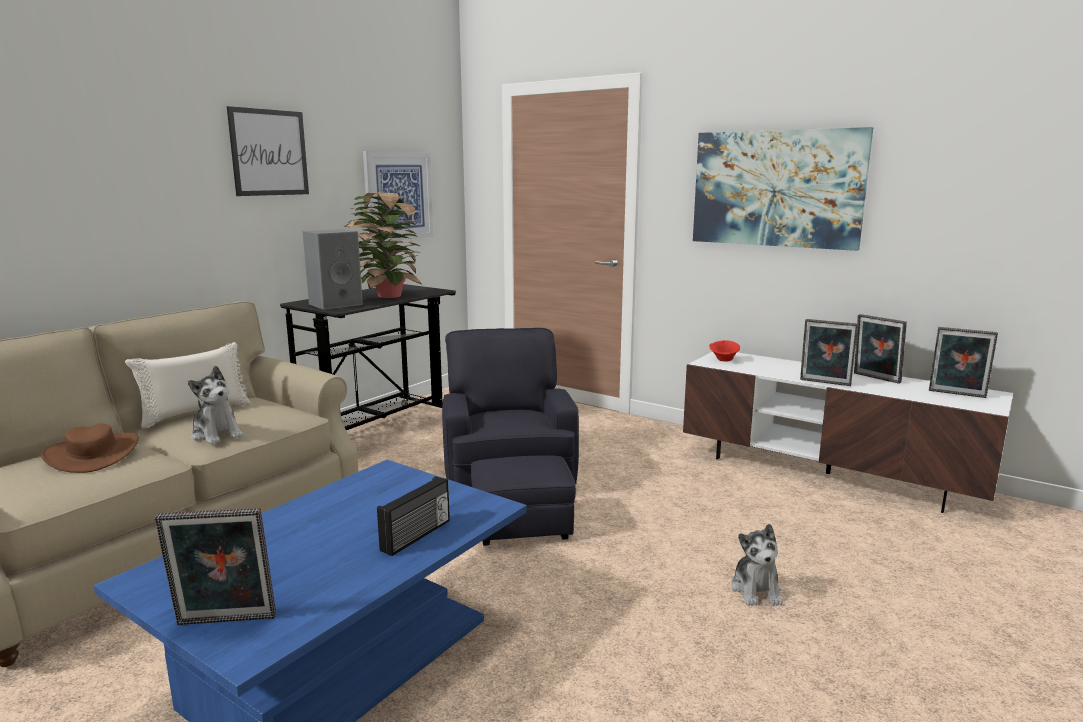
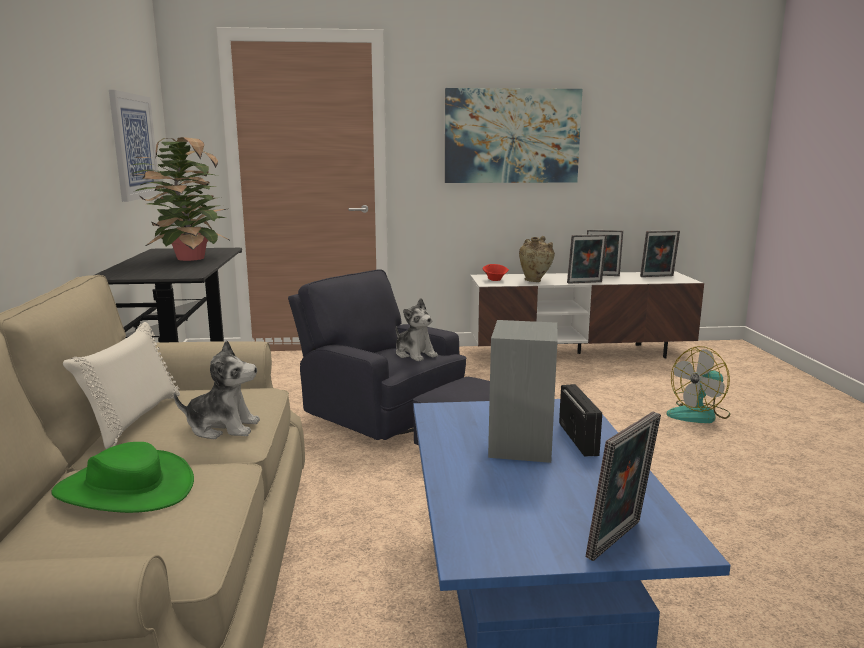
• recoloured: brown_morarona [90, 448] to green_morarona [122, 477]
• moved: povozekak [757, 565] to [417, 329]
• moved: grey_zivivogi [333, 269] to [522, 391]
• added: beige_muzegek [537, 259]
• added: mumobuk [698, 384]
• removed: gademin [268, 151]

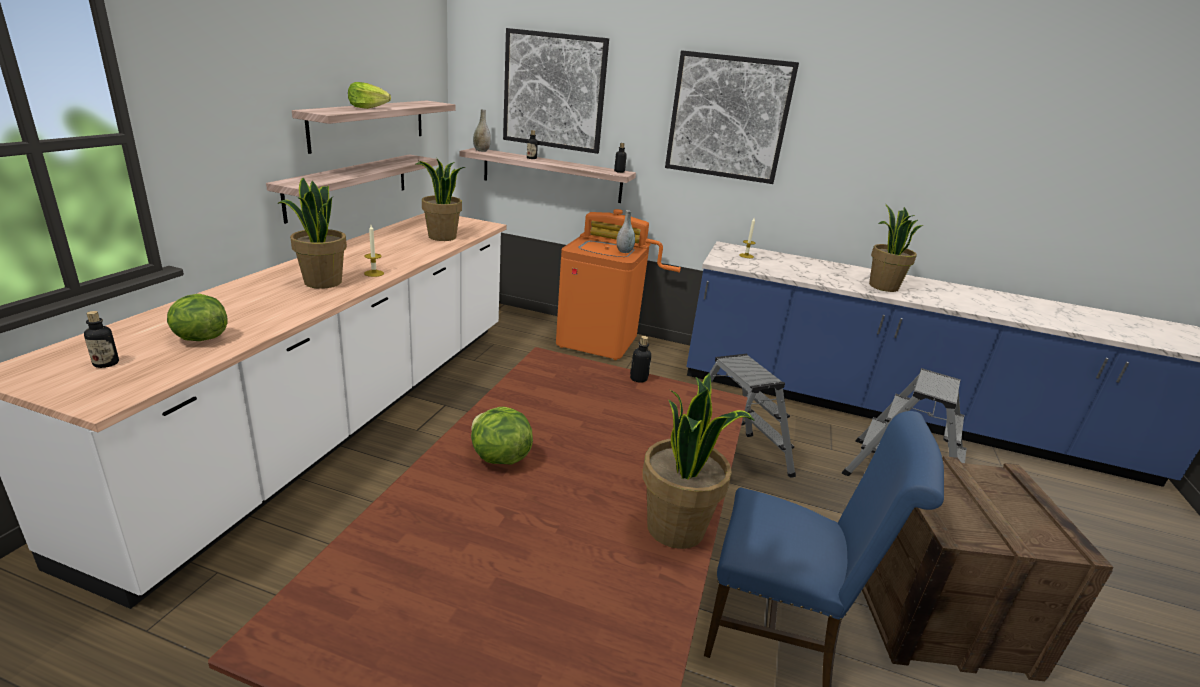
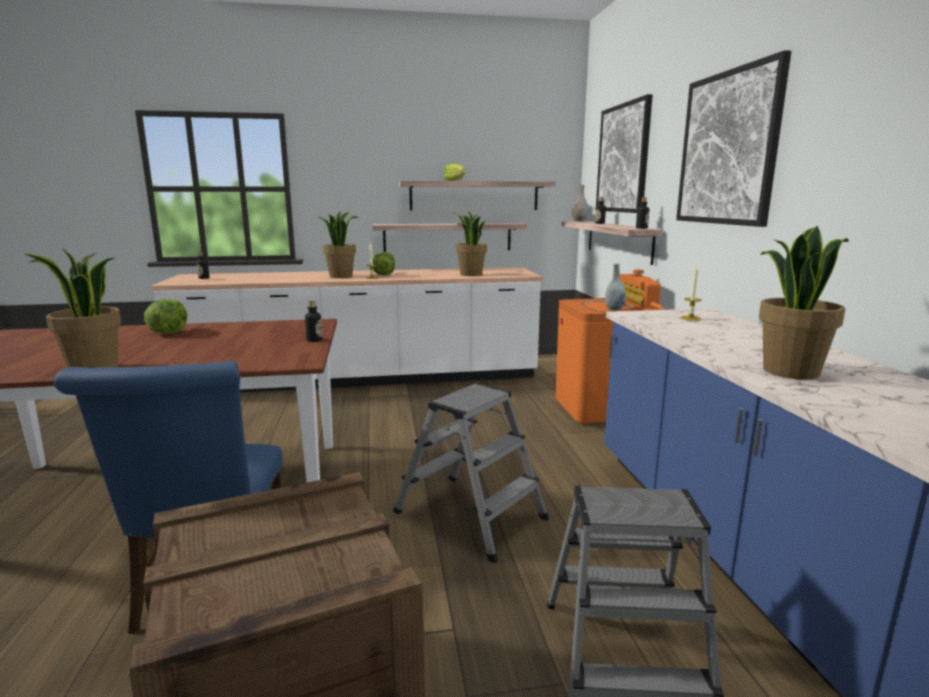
• moved: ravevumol [197, 317] to [384, 263]

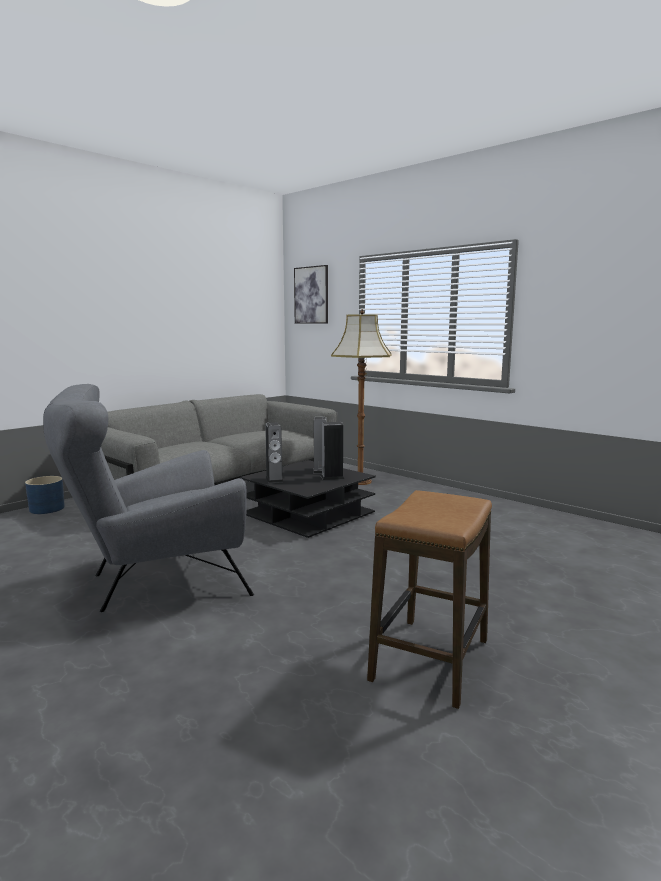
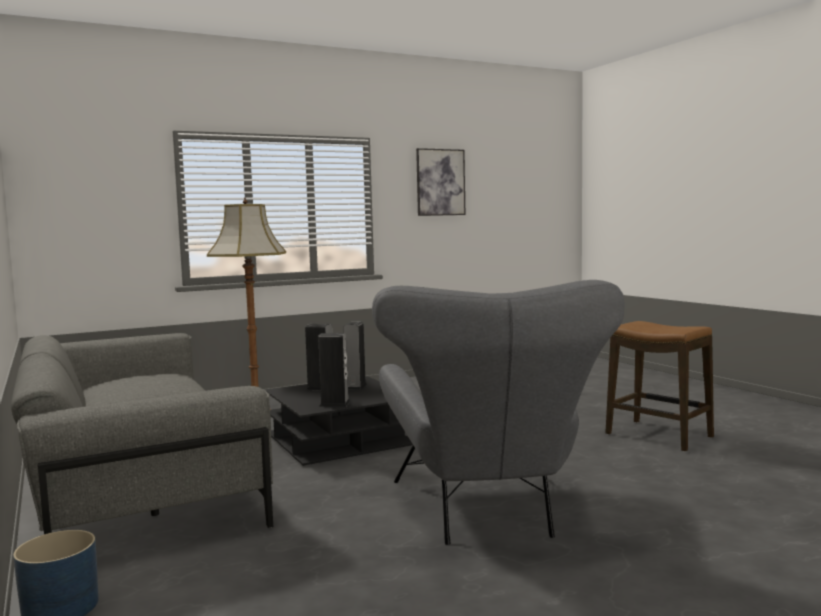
• moved: gademin [311, 294] to [440, 182]

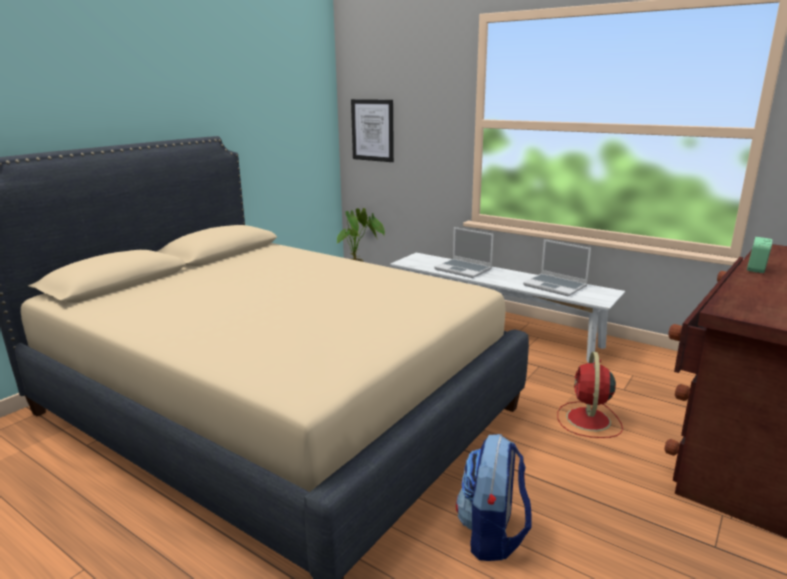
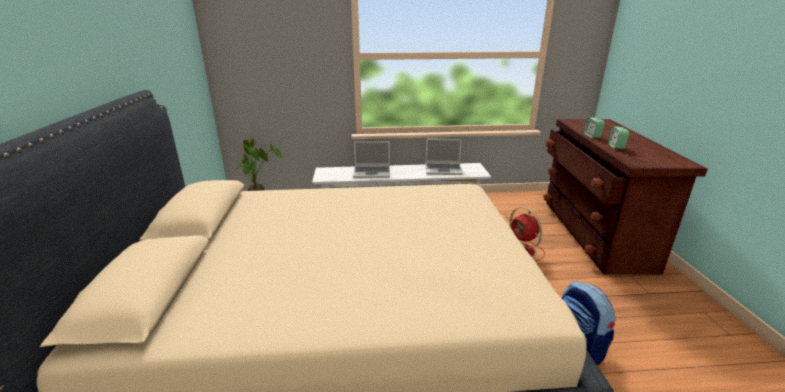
• added: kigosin [618, 137]
• removed: gademin [372, 130]

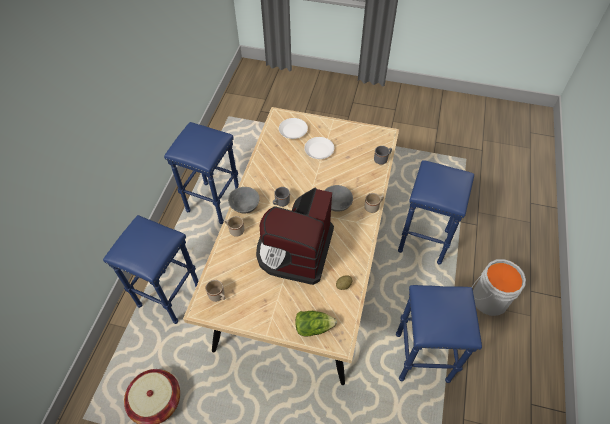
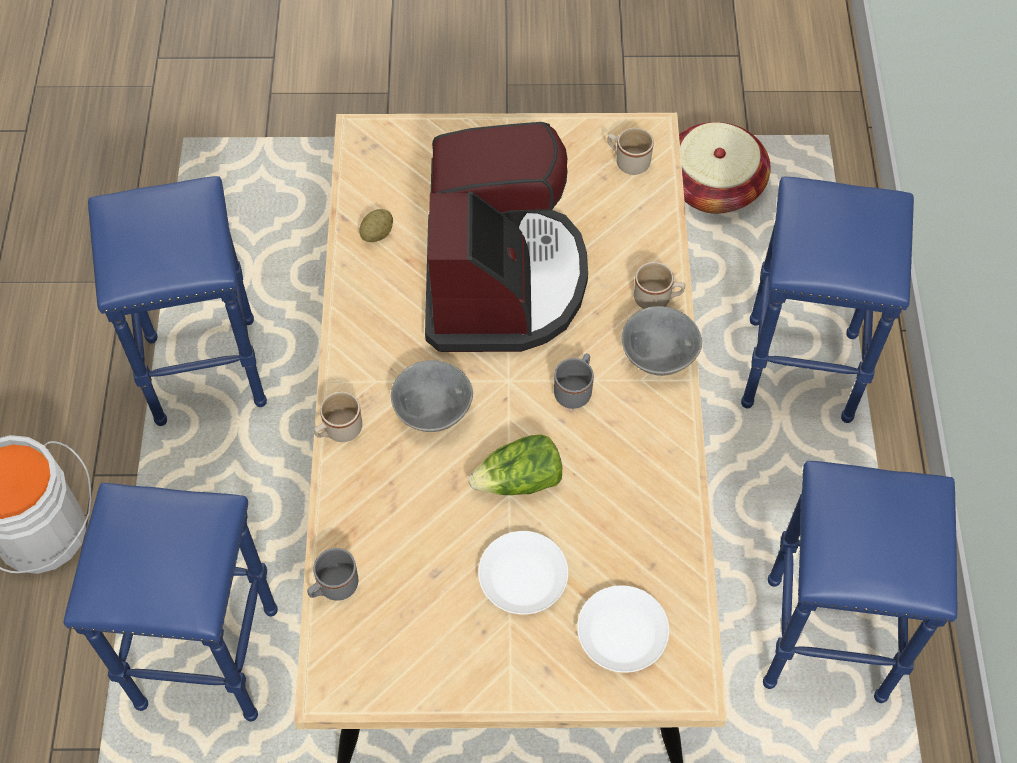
• moved: ravevumol [316, 324] to [515, 465]

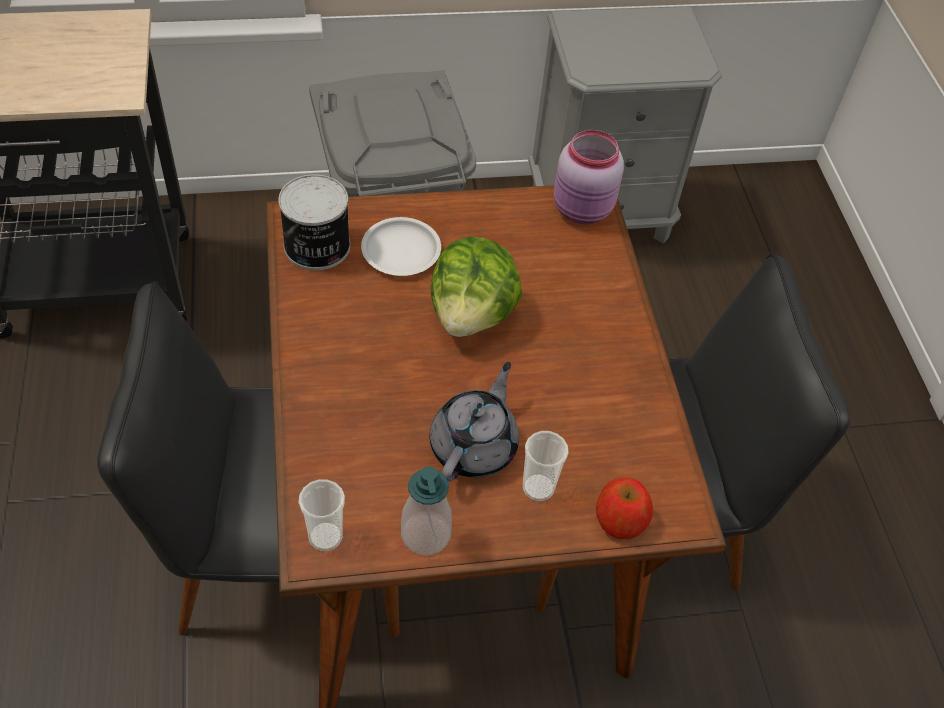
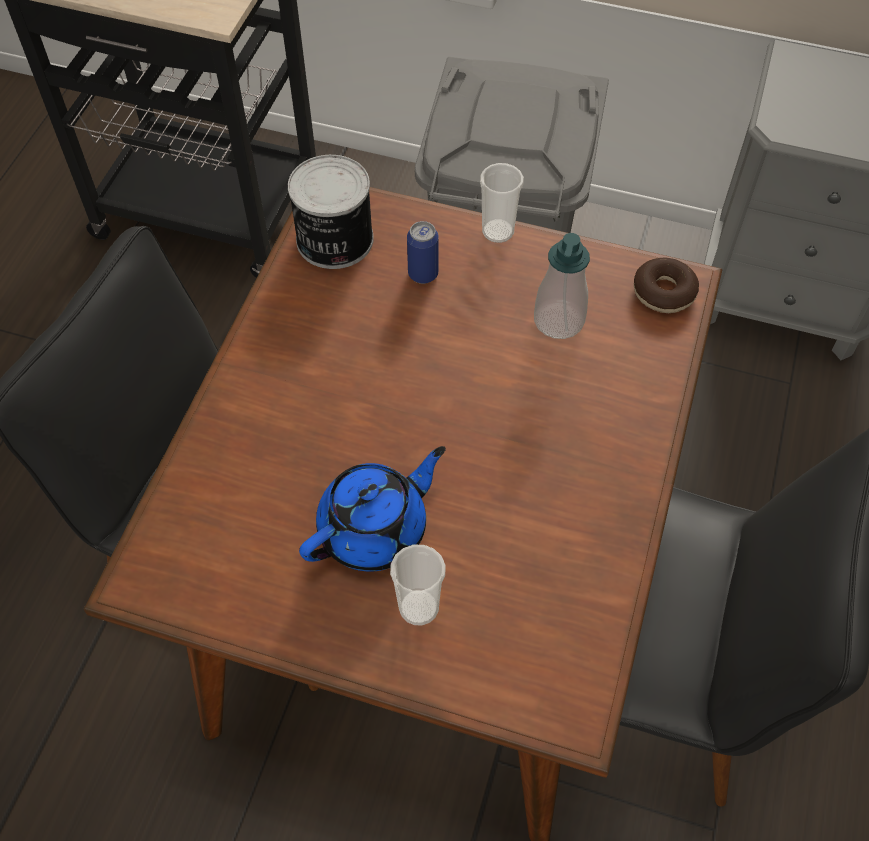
• recoloured: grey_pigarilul [474, 422] to blue_pigarilul [372, 509]
• replaced: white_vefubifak [401, 246] to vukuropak [423, 252]
• moved: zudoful [321, 515] to [502, 203]
• moved: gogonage [426, 510] to [562, 286]
• replaced: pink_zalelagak [589, 177] to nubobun [666, 285]
• removed: ravevumol [476, 287]
• removed: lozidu [624, 508]

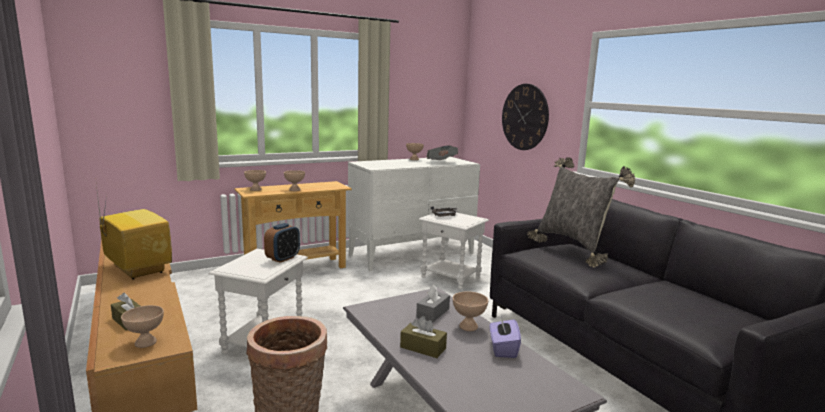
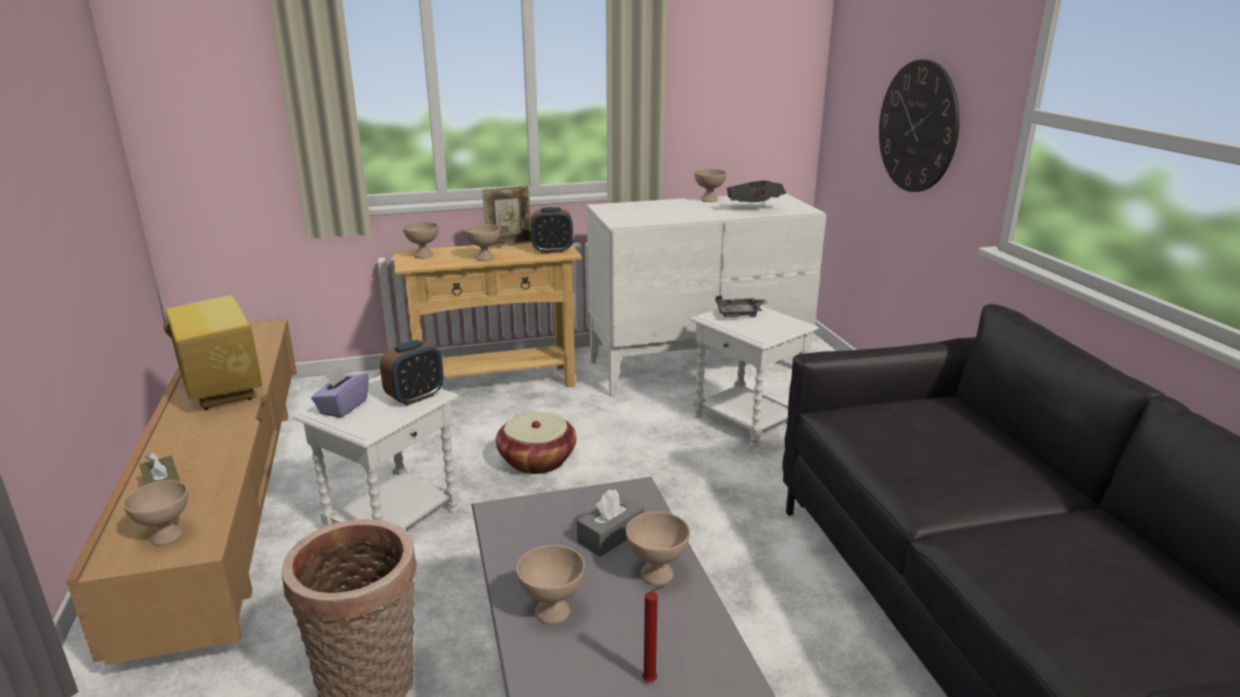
• moved: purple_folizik [505, 337] to [340, 392]
• added: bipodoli [507, 216]
• added: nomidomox [536, 443]
• replaced: brown_folizik [423, 337] to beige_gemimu [550, 585]
• added: kigosin [552, 230]
• added: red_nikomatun [653, 634]
• removed: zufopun [581, 212]

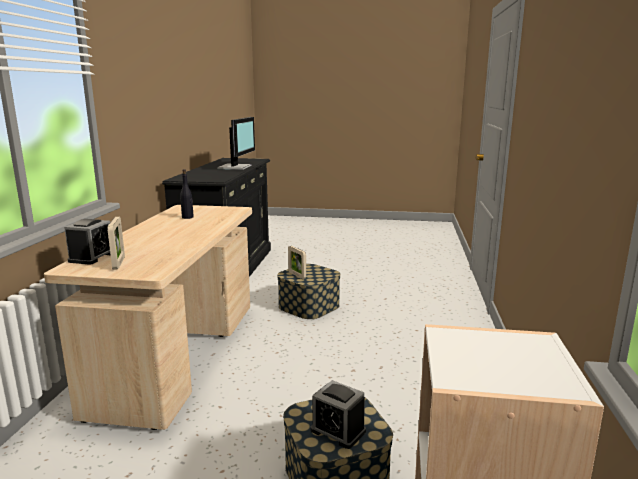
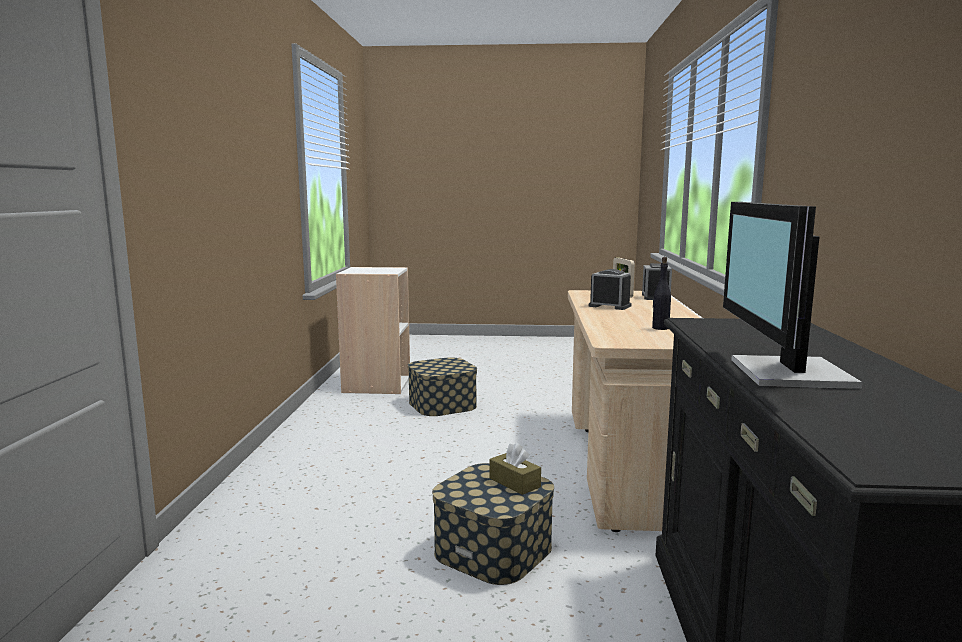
• replaced: bipodoli [297, 262] to brown_folizik [515, 469]
• moved: kigosin [338, 414] to [610, 289]

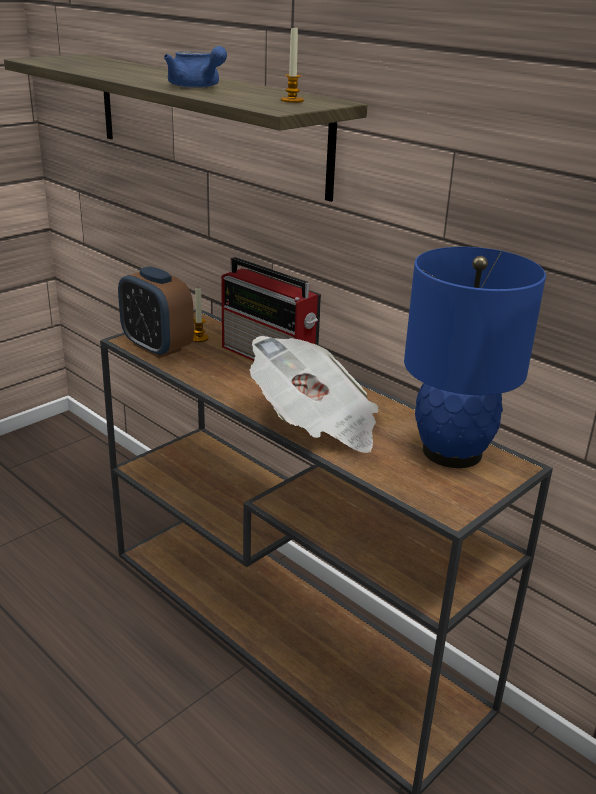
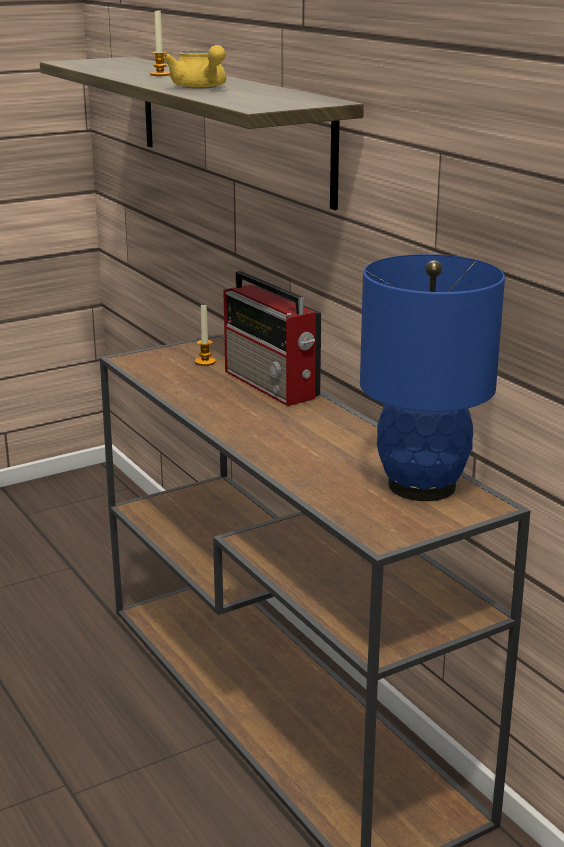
• moved: nikomatun [292, 64] to [160, 42]
• recoloured: blue_pigarilul [195, 67] to yellow_pigarilul [194, 67]
• removed: kigosin [156, 312]
• removed: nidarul [313, 394]

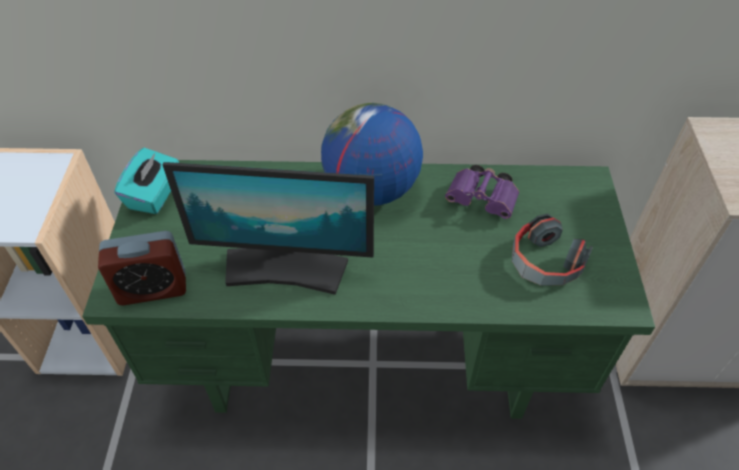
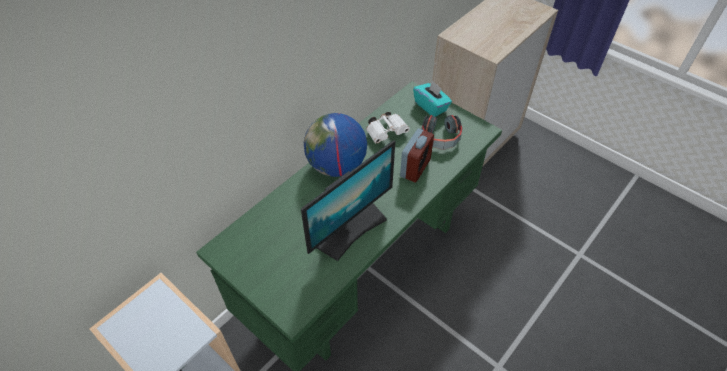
• recoloured: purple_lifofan [482, 192] to white_lifofan [388, 127]
• moved: kigosin [142, 268] to [417, 155]
• moved: turquoise_folizik [146, 181] to [432, 98]

